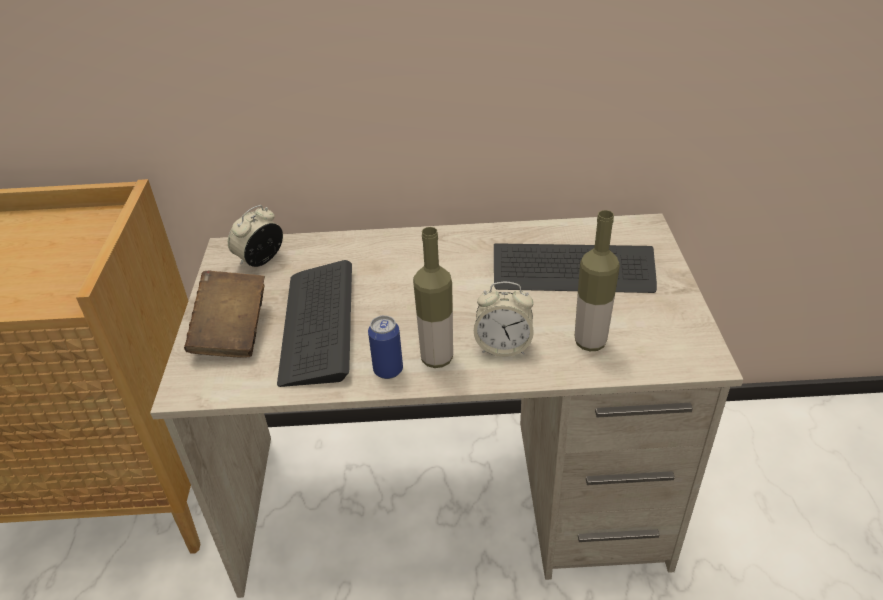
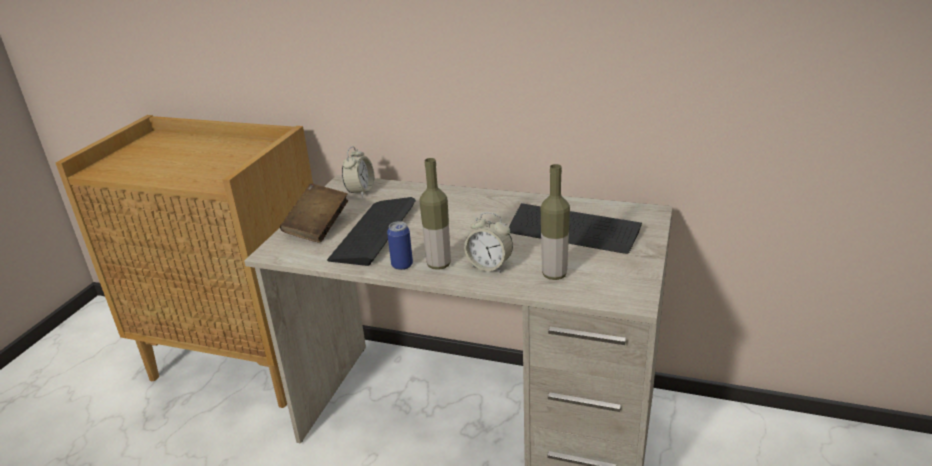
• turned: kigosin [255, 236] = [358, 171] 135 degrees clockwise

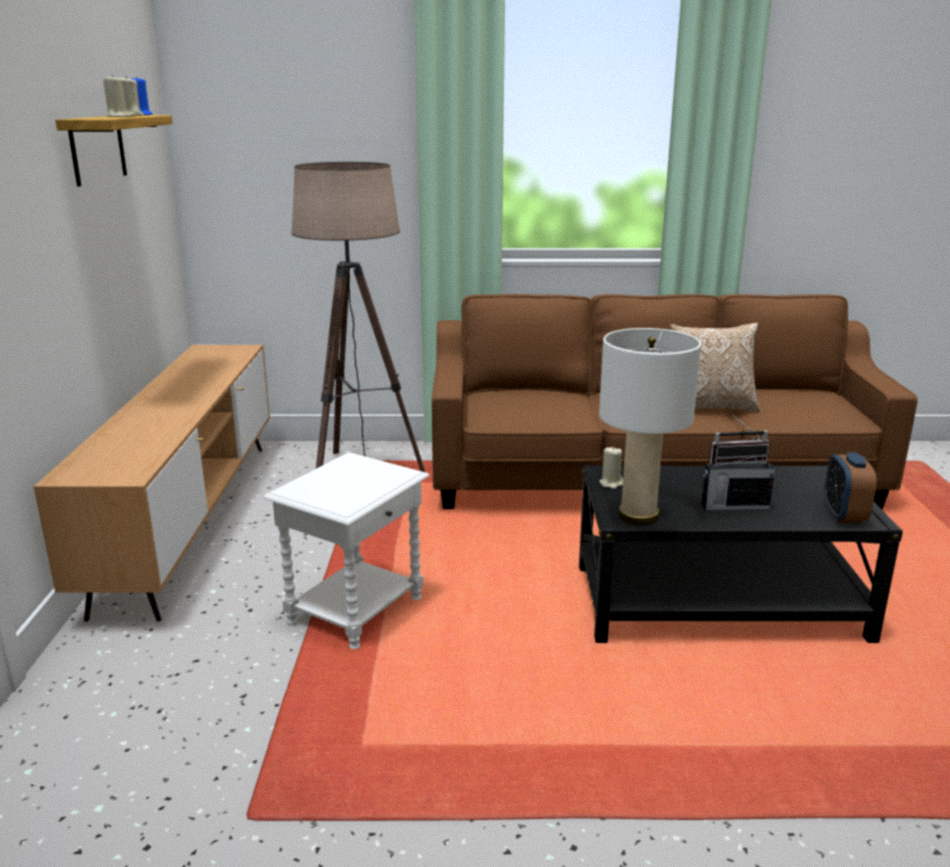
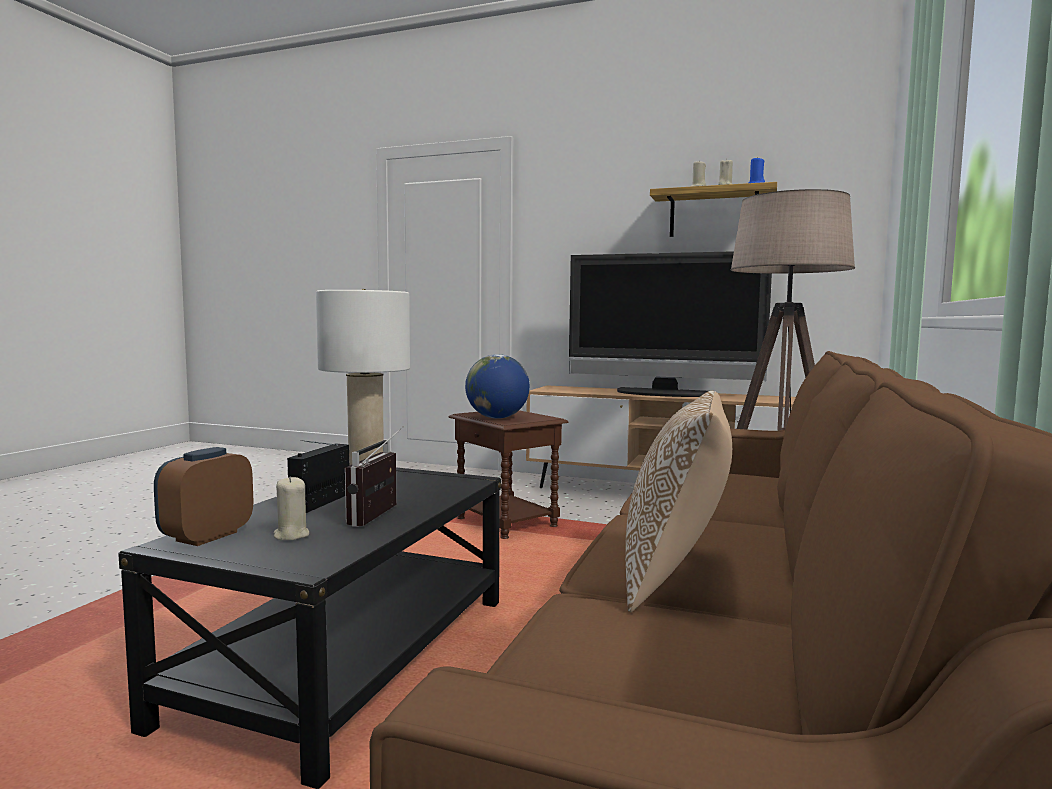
• turned: kigosin [850, 487] = [203, 496] 90 degrees counterclockwise
• moved: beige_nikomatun [611, 467] to [291, 508]
• recoloured: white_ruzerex [346, 550] to brown_ruzerex [508, 474]
• added: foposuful [497, 386]
• added: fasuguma [670, 324]

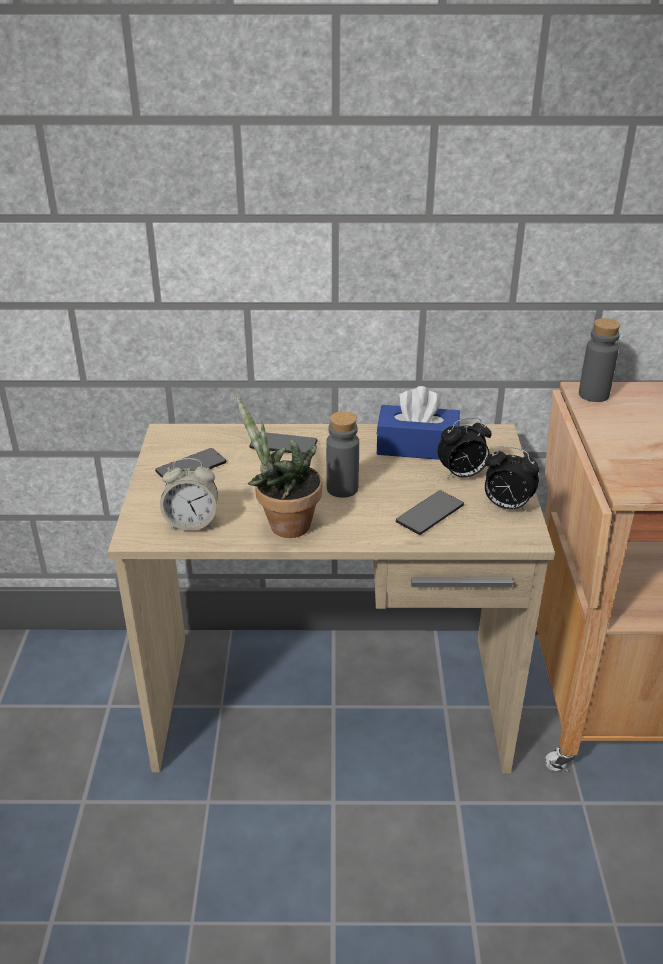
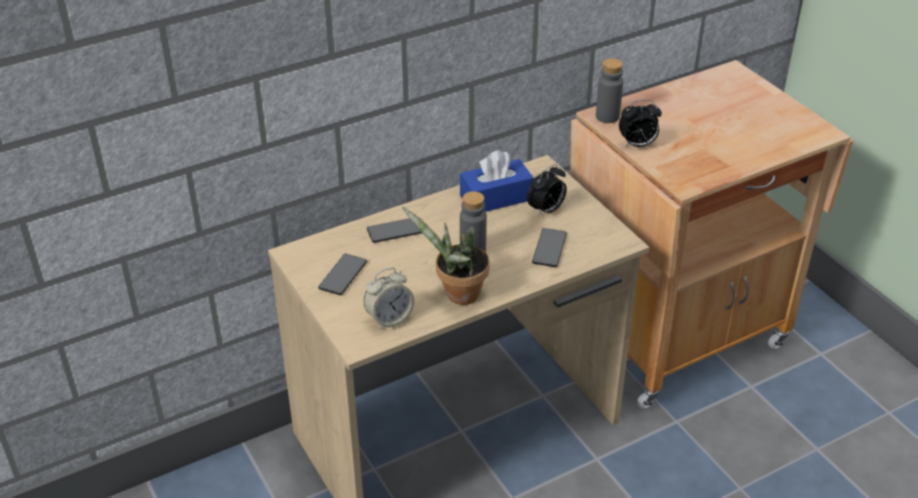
• moved: kigosin [512, 479] to [640, 123]

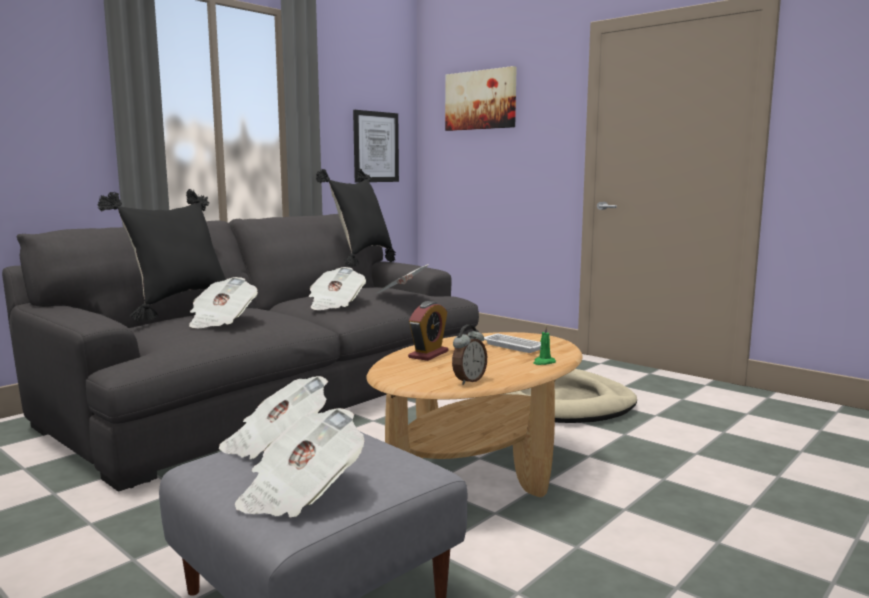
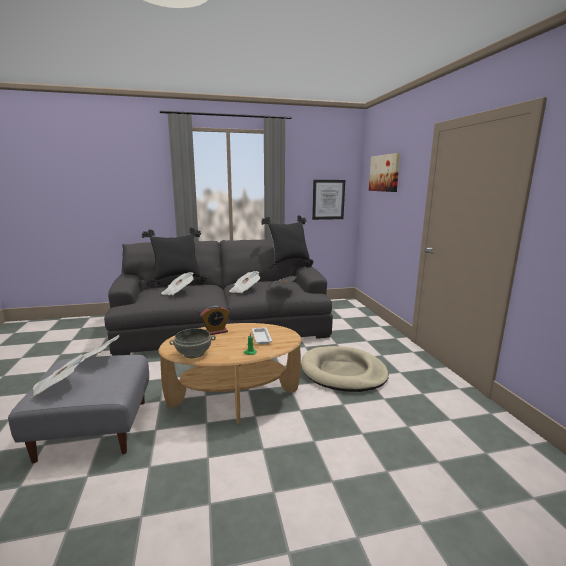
• replaced: kigosin [469, 355] to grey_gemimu [192, 343]

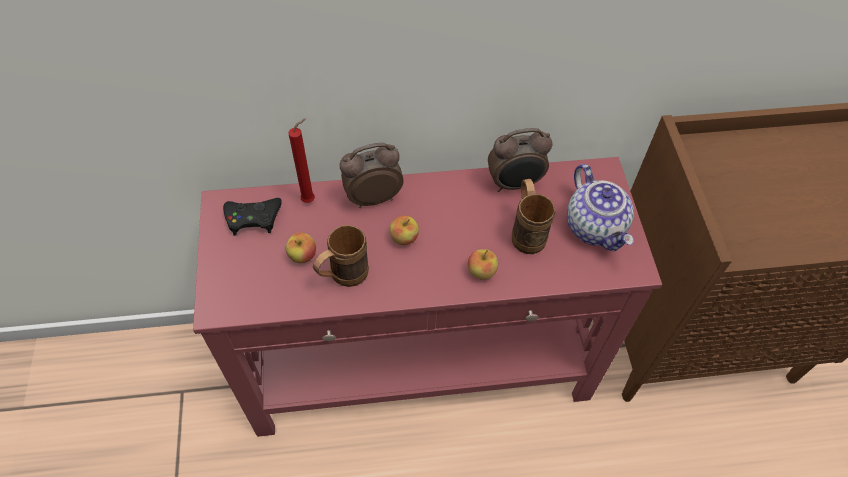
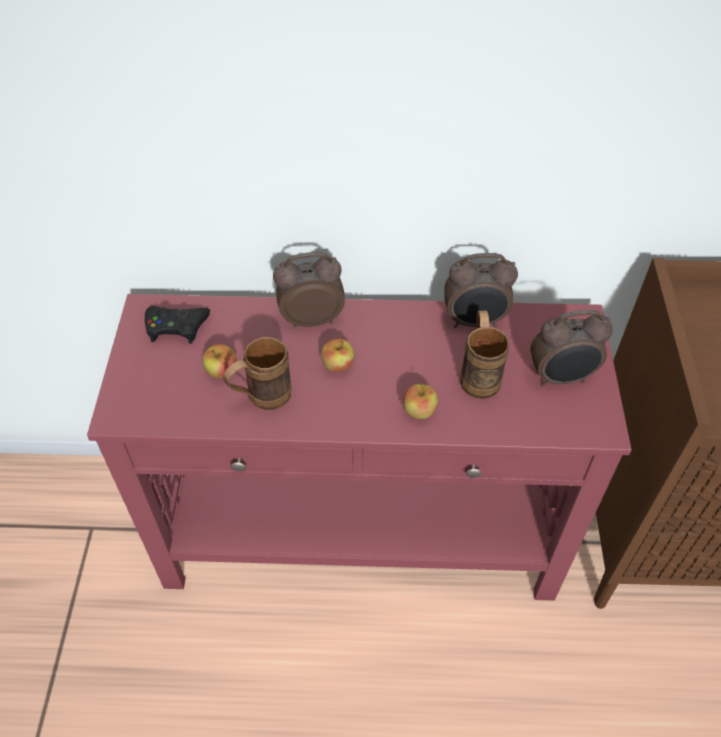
• replaced: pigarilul [600, 207] to kigosin [571, 348]
• removed: red_nikomatun [301, 160]

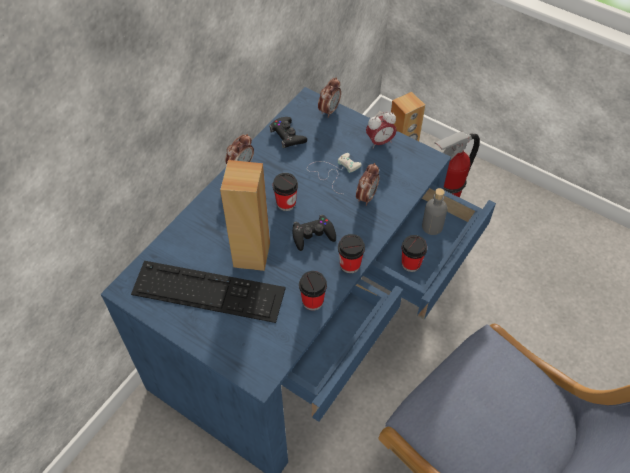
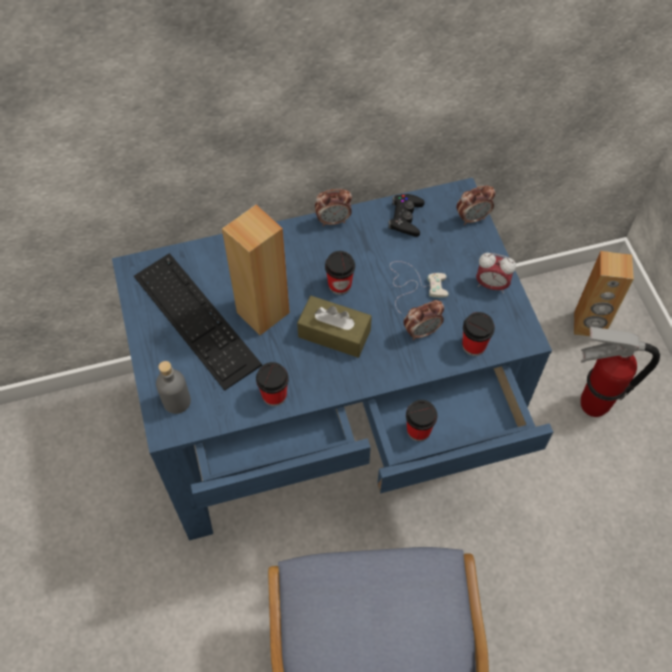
• moved: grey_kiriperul [434, 211] to [173, 387]
• replaced: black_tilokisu [314, 232] to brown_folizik [334, 327]
• moved: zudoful [351, 253] to [478, 334]

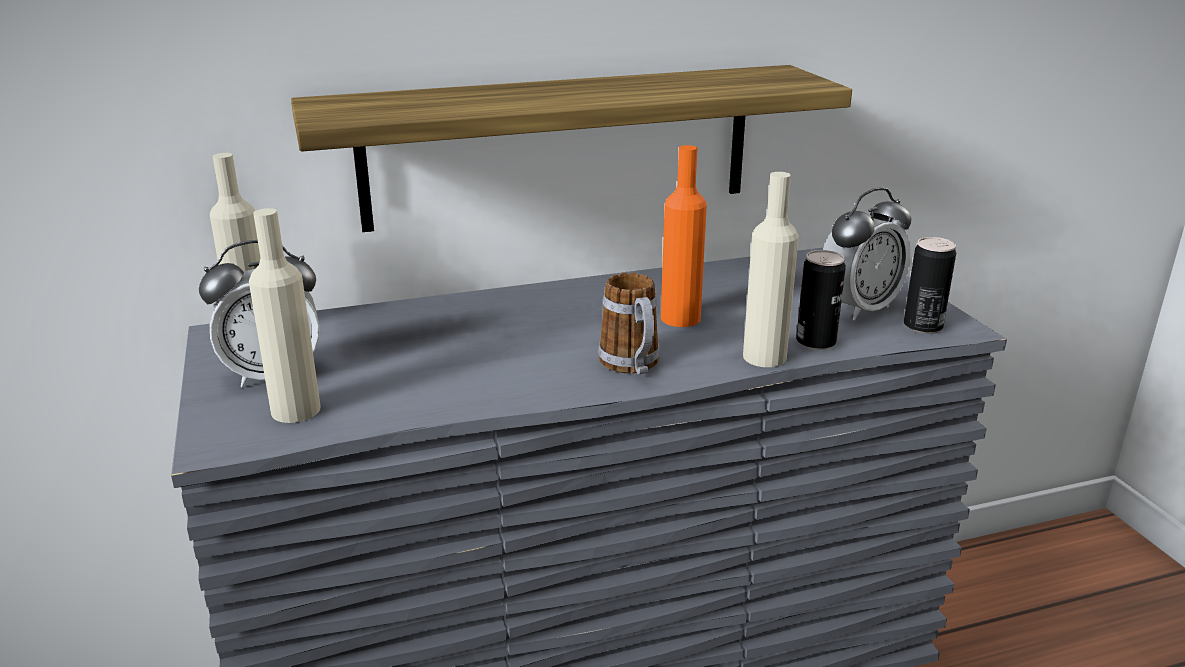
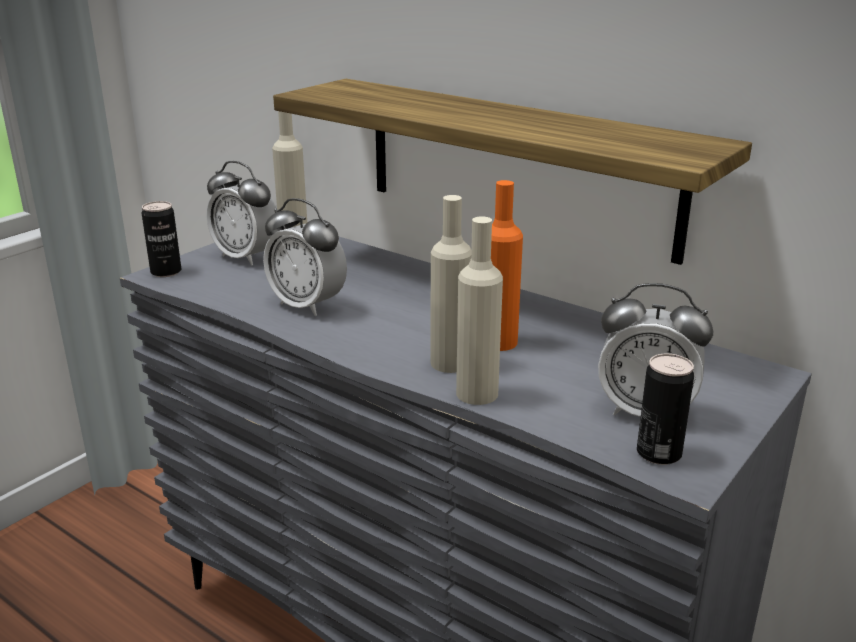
• moved: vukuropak [821, 300] to [161, 239]
• added: kigosin [305, 257]
• moved: beige_kiriperul [285, 315] to [451, 284]
• removed: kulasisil [629, 323]

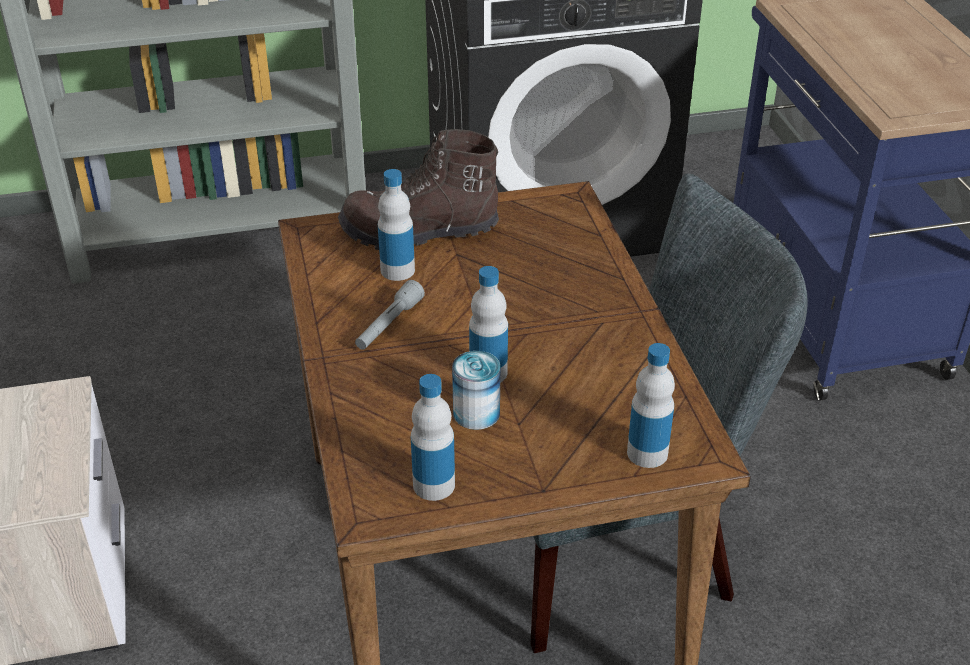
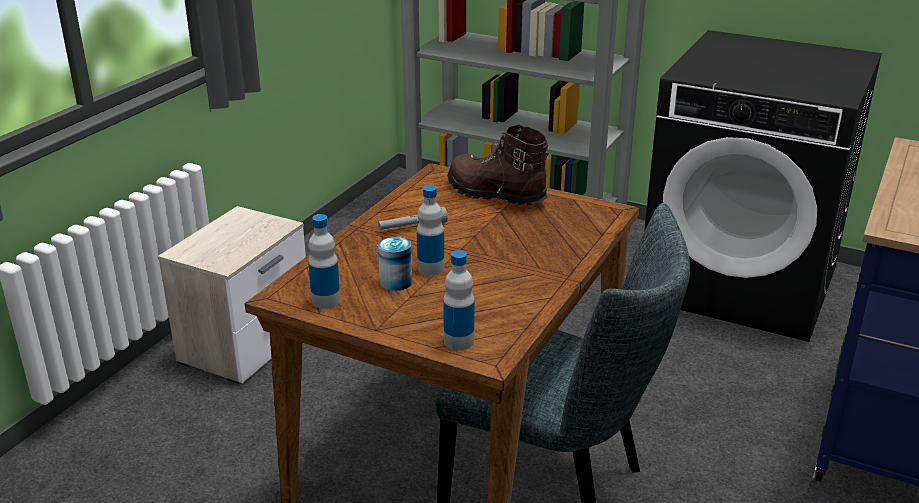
• removed: kiriperul [396, 225]

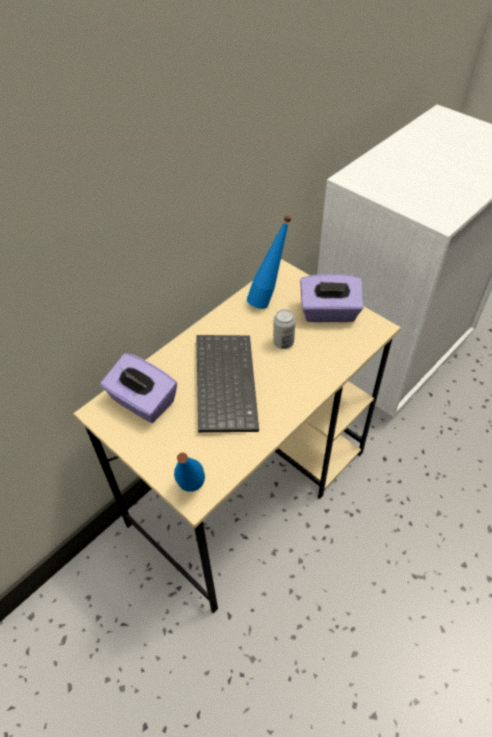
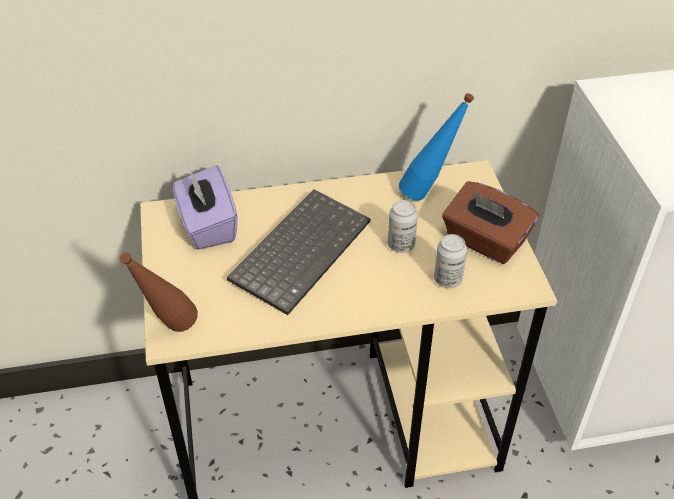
• recoloured: blue_kiriperul [189, 472] to brown_kiriperul [158, 292]
• added: vukuropak [450, 261]
• recoloured: purple_folizik [331, 298] to brown_folizik [490, 222]

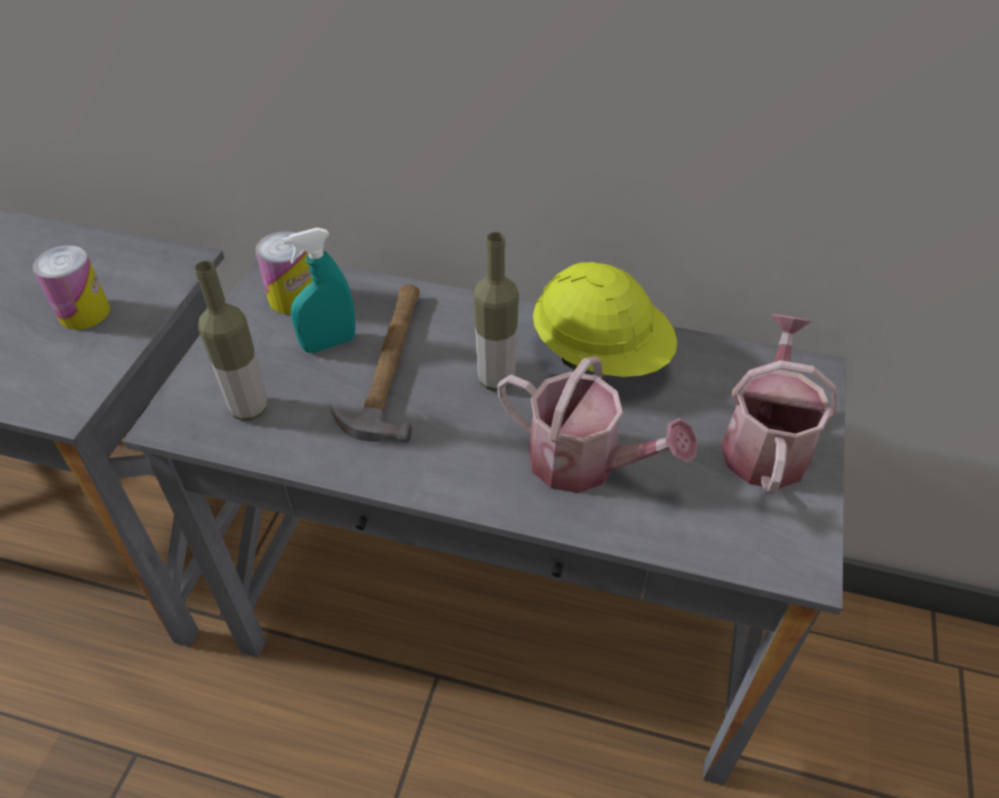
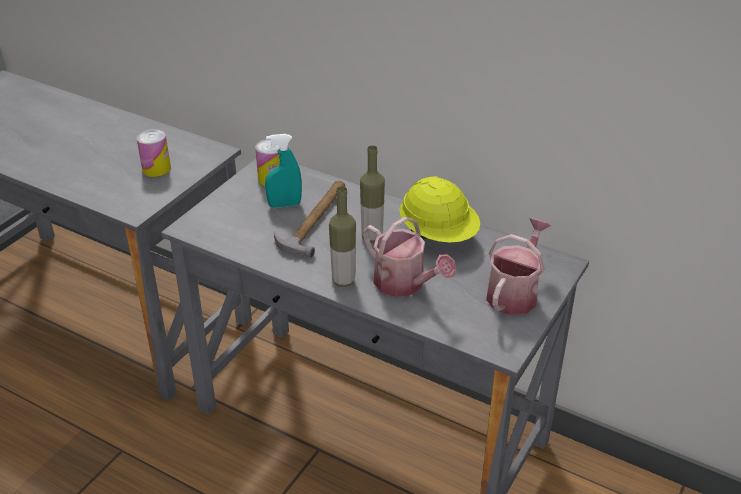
• moved: kiriperul [231, 341] to [342, 236]

